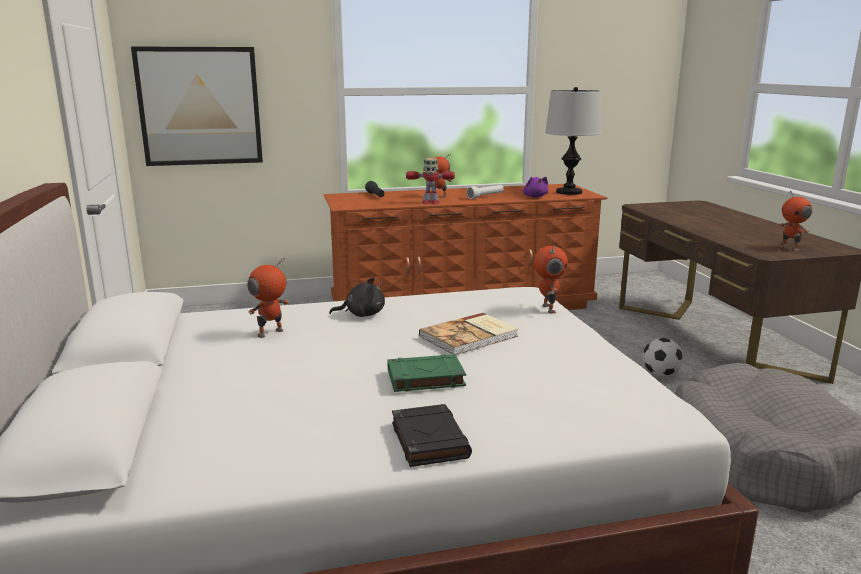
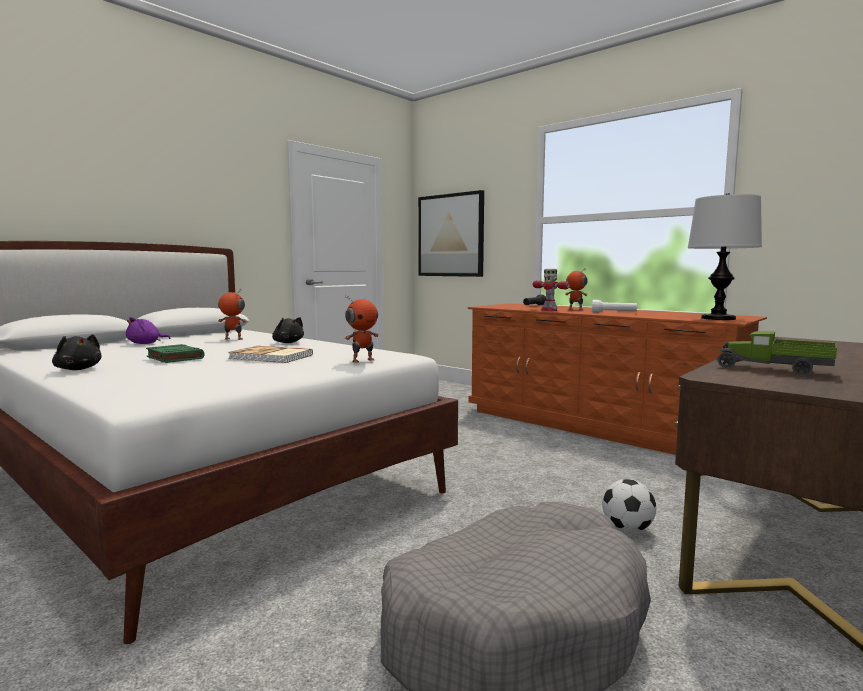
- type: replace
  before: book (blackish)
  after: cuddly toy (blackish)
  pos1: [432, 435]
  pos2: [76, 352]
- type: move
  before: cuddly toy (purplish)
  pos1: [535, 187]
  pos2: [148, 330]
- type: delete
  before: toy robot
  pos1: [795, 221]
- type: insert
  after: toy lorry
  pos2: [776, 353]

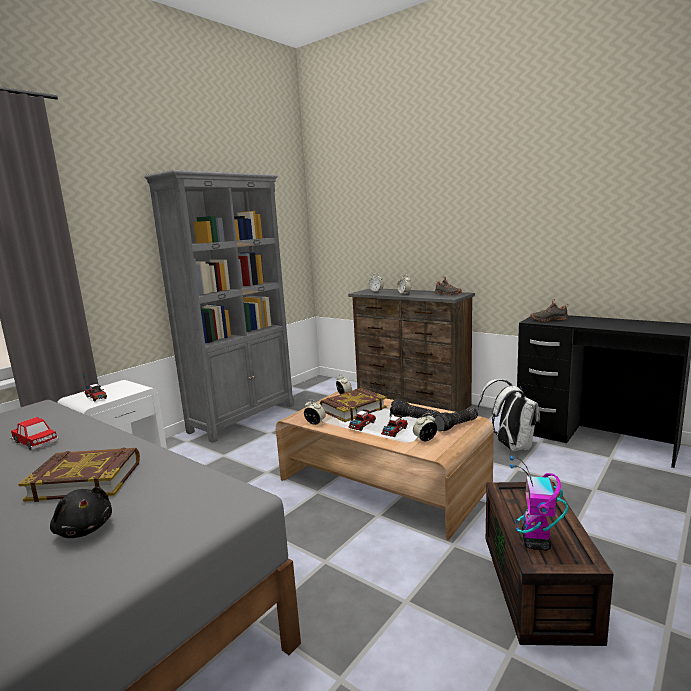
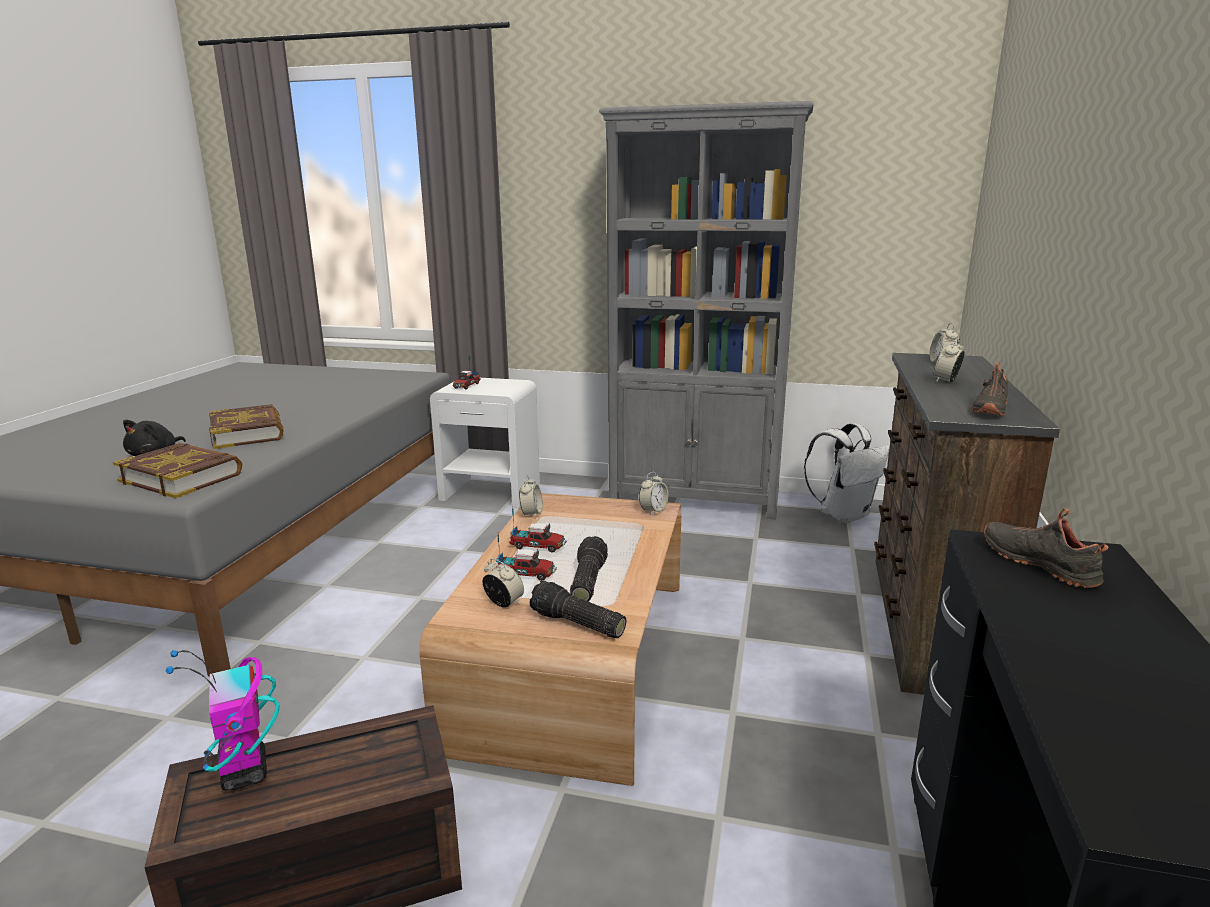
- type: delete
  before: miniature car
  pos1: [35, 433]
- type: move
  before: book
  pos1: [353, 405]
  pos2: [177, 470]
- type: move
  before: knapsack (white-coloured)
  pos1: [509, 415]
  pos2: [847, 473]
- type: rotate
  before: toy robot
  pos1: [539, 503]
  pos2: [222, 720]
  turn: -105

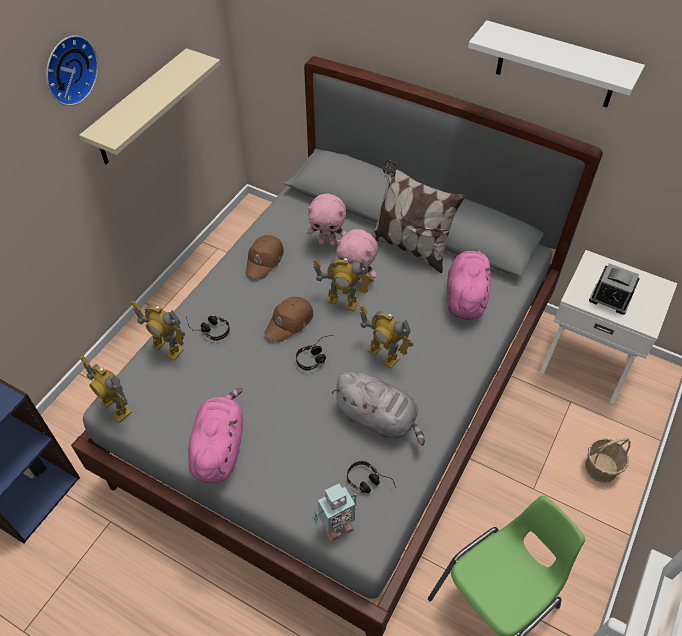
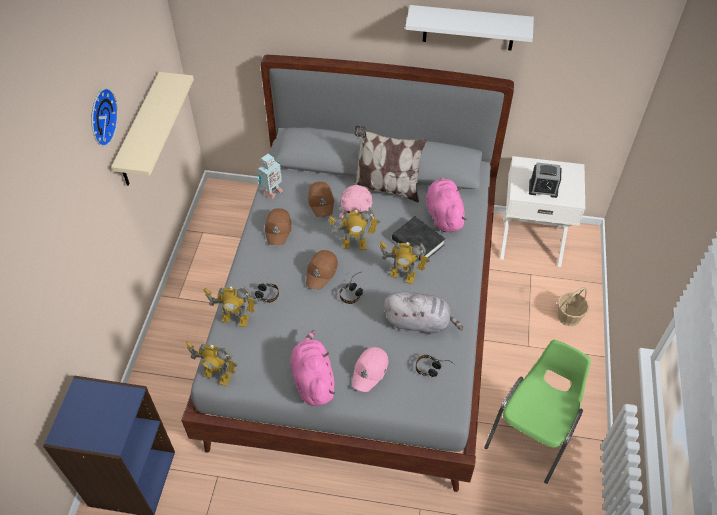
- type: replace
  before: cuddly toy (pink-coloured)
  after: baseball cap (brownish)
  pos1: [327, 219]
  pos2: [321, 199]
- type: move
  before: toy robot
  pos1: [335, 513]
  pos2: [270, 176]
- type: insert
  after: baseball cap (pink-coloured)
  pos2: [370, 369]
- type: insert
  after: book (blackish)
  pos2: [418, 238]

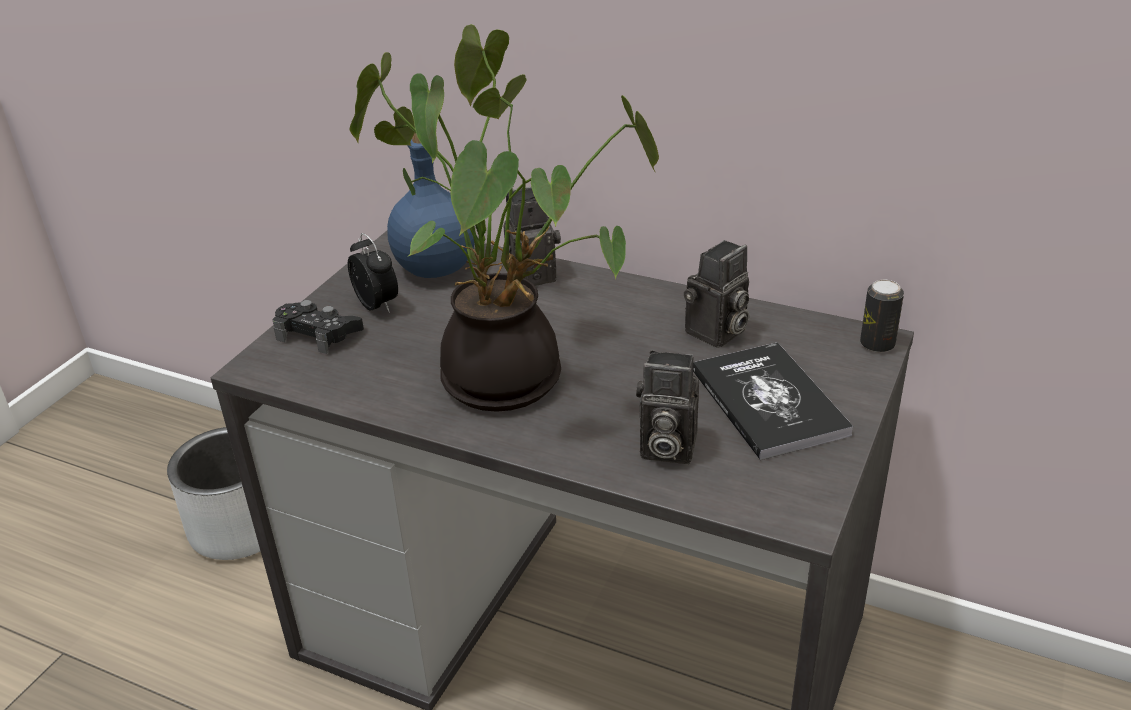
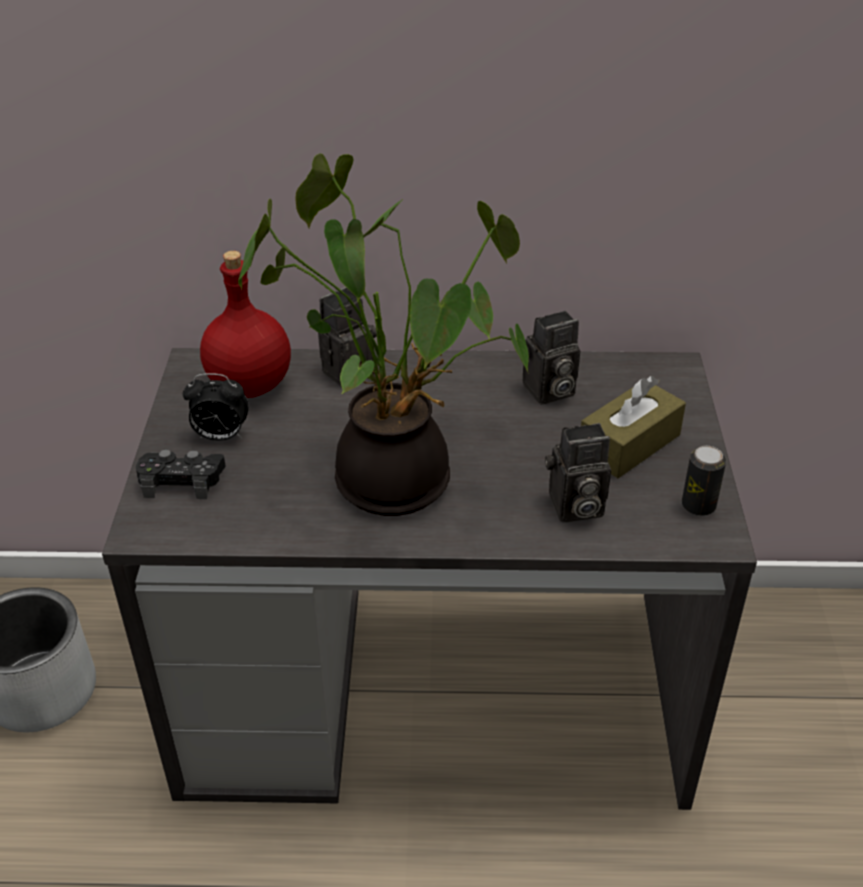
- type: rotate
  before: bedside clock
  pos1: [373, 273]
  pos2: [216, 407]
  turn: 150
- type: recolor
  before: drink bottle (bluish)
  after: drink bottle (red)
  pos1: [431, 205]
  pos2: [245, 324]
- type: rotate
  before: still camera
  pos1: [716, 294]
  pos2: [551, 357]
  turn: 45
- type: replace
  before: book
  after: box of tissues (brownish)
  pos1: [773, 401]
  pos2: [633, 427]
- type: move
  before: sealed can
  pos1: [882, 316]
  pos2: [704, 481]

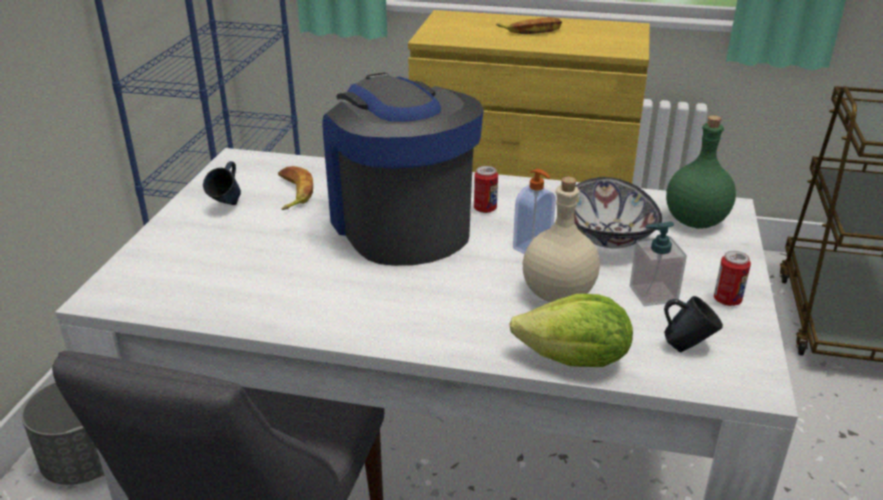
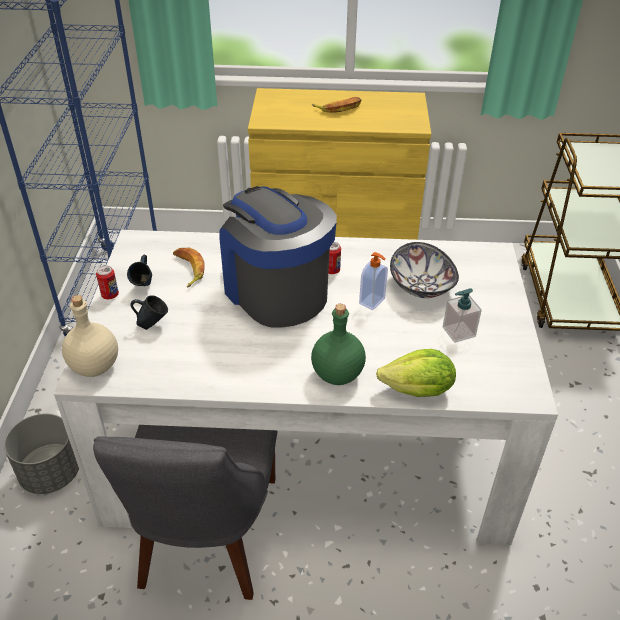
- type: move
  before: drink bottle (beige)
  pos1: [561, 239]
  pos2: [90, 336]
- type: move
  before: mug (bluish)
  pos1: [693, 324]
  pos2: [149, 312]
- type: move
  before: drink bottle (green-coloured)
  pos1: [701, 172]
  pos2: [338, 344]
- type: move
  before: sealed can
  pos1: [732, 278]
  pos2: [107, 282]

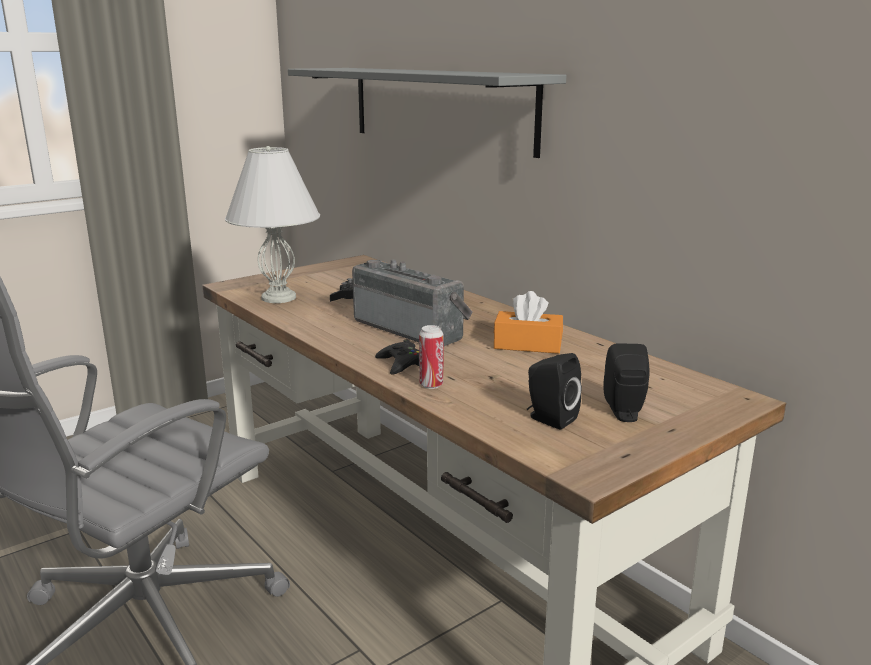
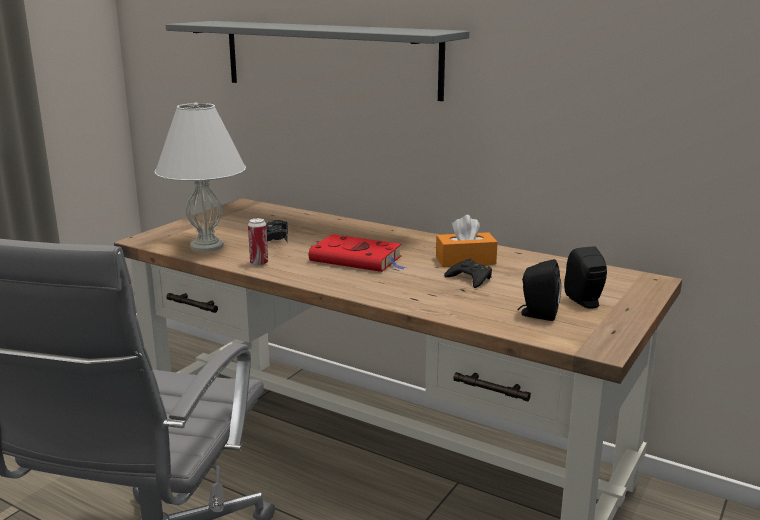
- type: replace
  before: radio set
  after: book (red)
  pos1: [412, 303]
  pos2: [358, 253]
- type: move
  before: game controller (blackish)
  pos1: [397, 357]
  pos2: [468, 273]
- type: move
  before: sealed can
  pos1: [431, 357]
  pos2: [258, 242]

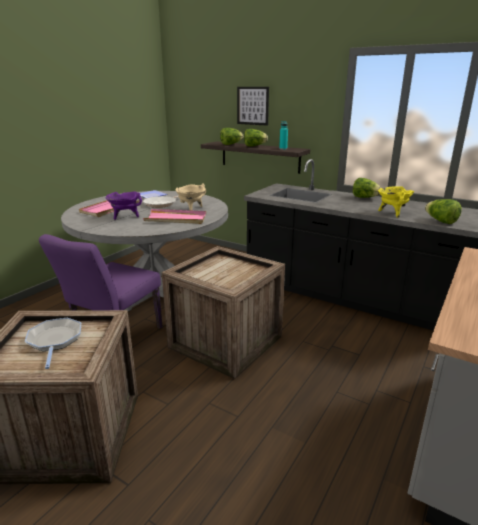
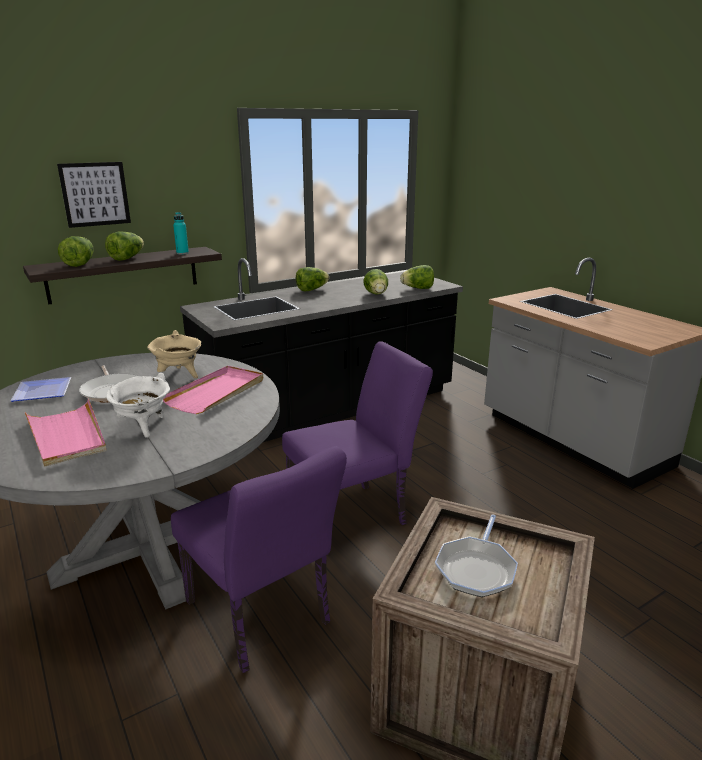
- type: rotate
  before: pan
  pos1: [53, 343]
  pos2: [476, 555]
  turn: -75
- type: recolor
  before: stockpot (purplish)
  after: stockpot (white-coloured)
  pos1: [123, 206]
  pos2: [138, 405]
- type: replace
  before: shipping crate
  after: chair (purplish)
  pos1: [223, 312]
  pos2: [357, 448]
- type: replace
  before: stockpot (yellowish)
  after: lettuce head
  pos1: [396, 202]
  pos2: [375, 282]

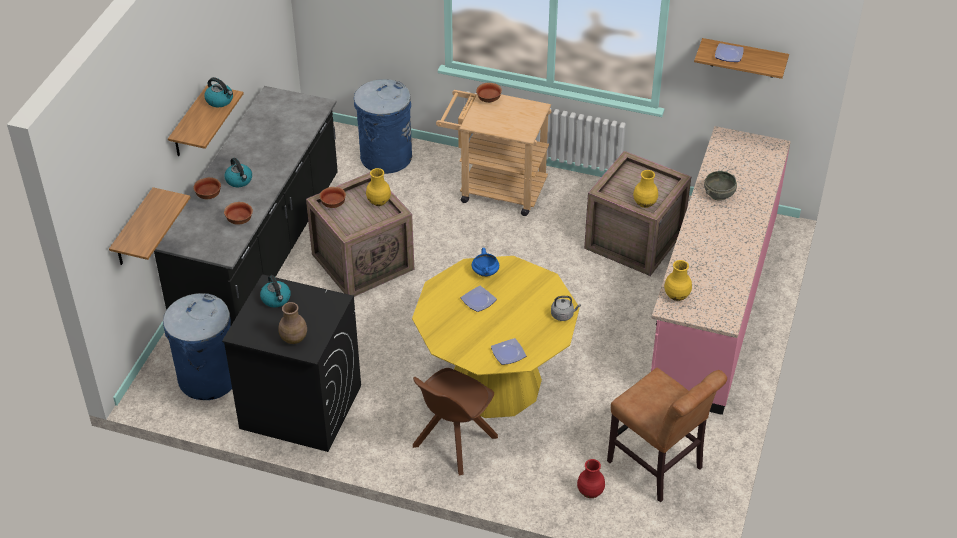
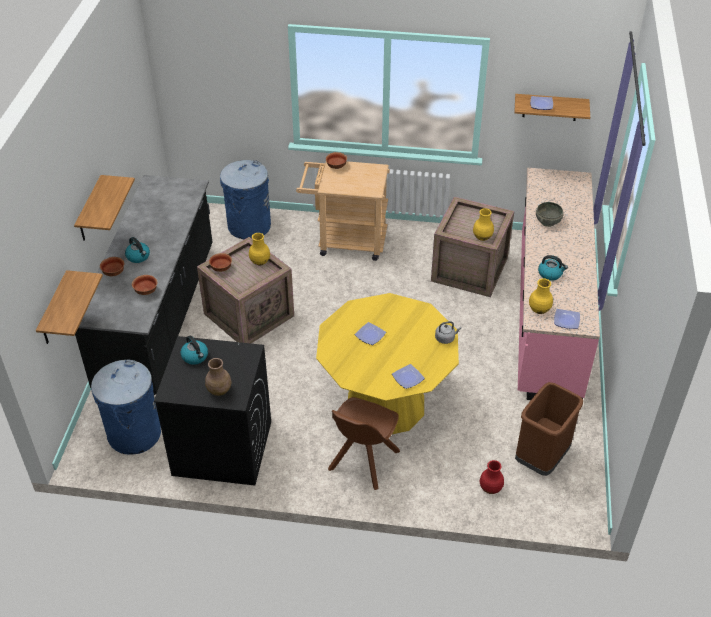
- type: move
  before: water kettle
  pos1: [218, 92]
  pos2: [553, 268]
- type: delete
  before: stockpot (bluish)
  pos1: [485, 262]
- type: replace
  before: chair (brownish)
  after: trash can (brownish)
  pos1: [667, 435]
  pos2: [549, 429]
- type: insert
  after: plate
  pos2: [567, 319]

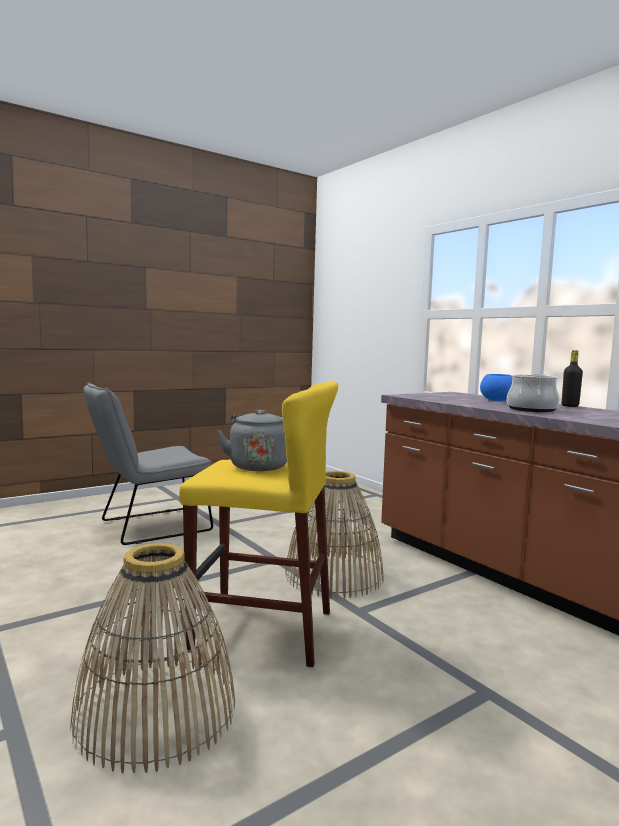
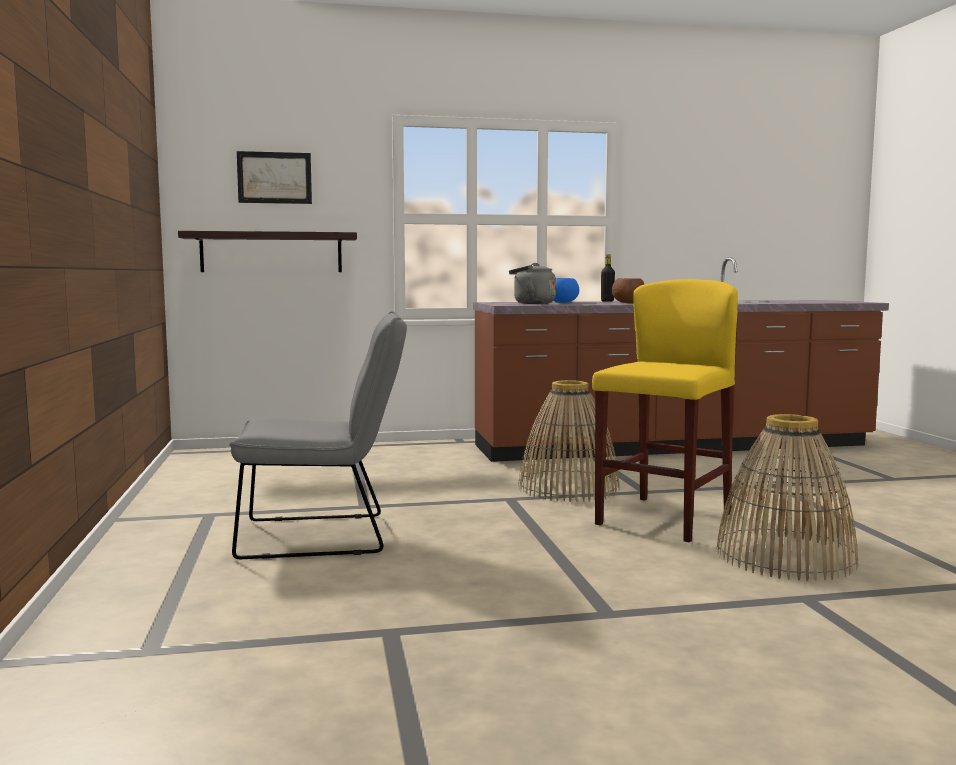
- type: rotate
  before: chair (greyish)
  pos1: [148, 463]
  pos2: [318, 435]
  turn: -90
- type: move
  before: water kettle (greyish)
  pos1: [251, 440]
  pos2: [532, 283]
- type: replace
  before: stockpot
  after: serving bowl (brownish)
  pos1: [533, 393]
  pos2: [628, 290]
- type: insert
  after: shelf
  pos2: [267, 251]
- type: insert
  after: wall art
  pos2: [274, 177]

